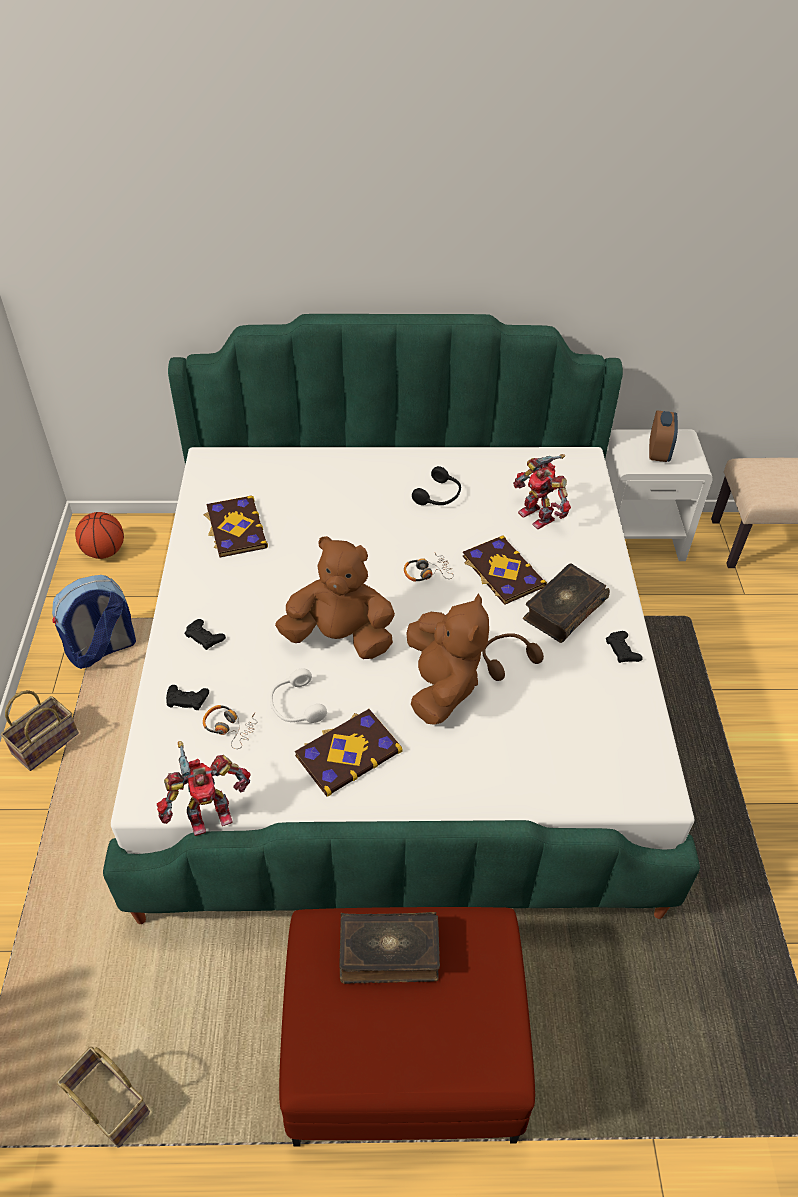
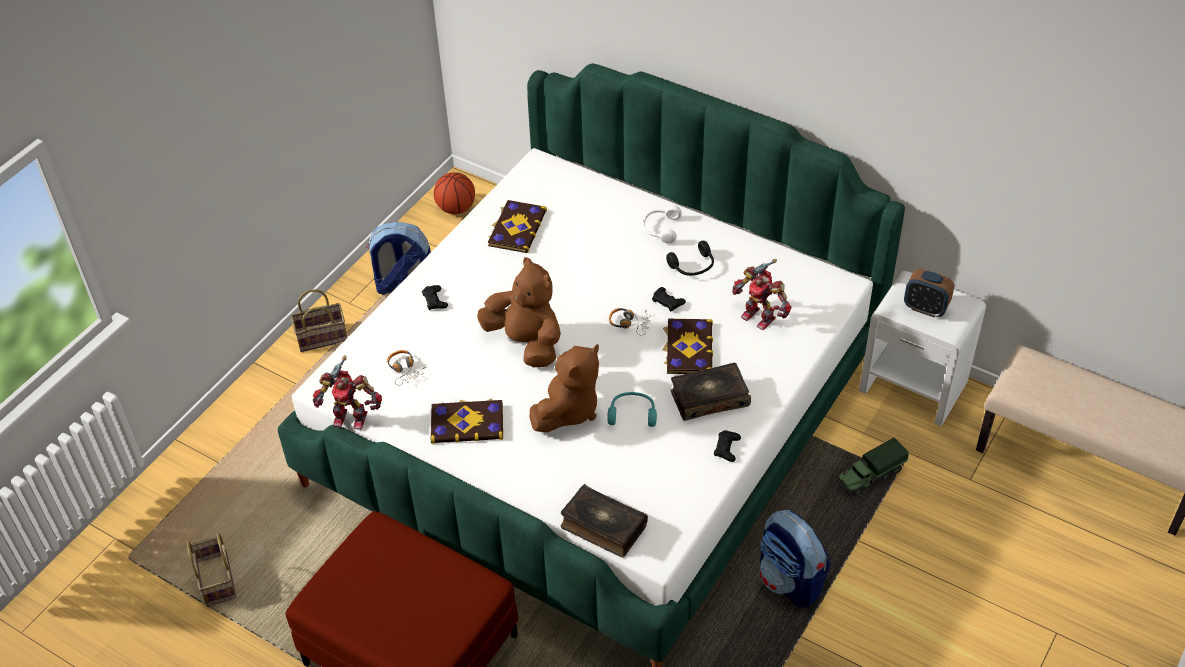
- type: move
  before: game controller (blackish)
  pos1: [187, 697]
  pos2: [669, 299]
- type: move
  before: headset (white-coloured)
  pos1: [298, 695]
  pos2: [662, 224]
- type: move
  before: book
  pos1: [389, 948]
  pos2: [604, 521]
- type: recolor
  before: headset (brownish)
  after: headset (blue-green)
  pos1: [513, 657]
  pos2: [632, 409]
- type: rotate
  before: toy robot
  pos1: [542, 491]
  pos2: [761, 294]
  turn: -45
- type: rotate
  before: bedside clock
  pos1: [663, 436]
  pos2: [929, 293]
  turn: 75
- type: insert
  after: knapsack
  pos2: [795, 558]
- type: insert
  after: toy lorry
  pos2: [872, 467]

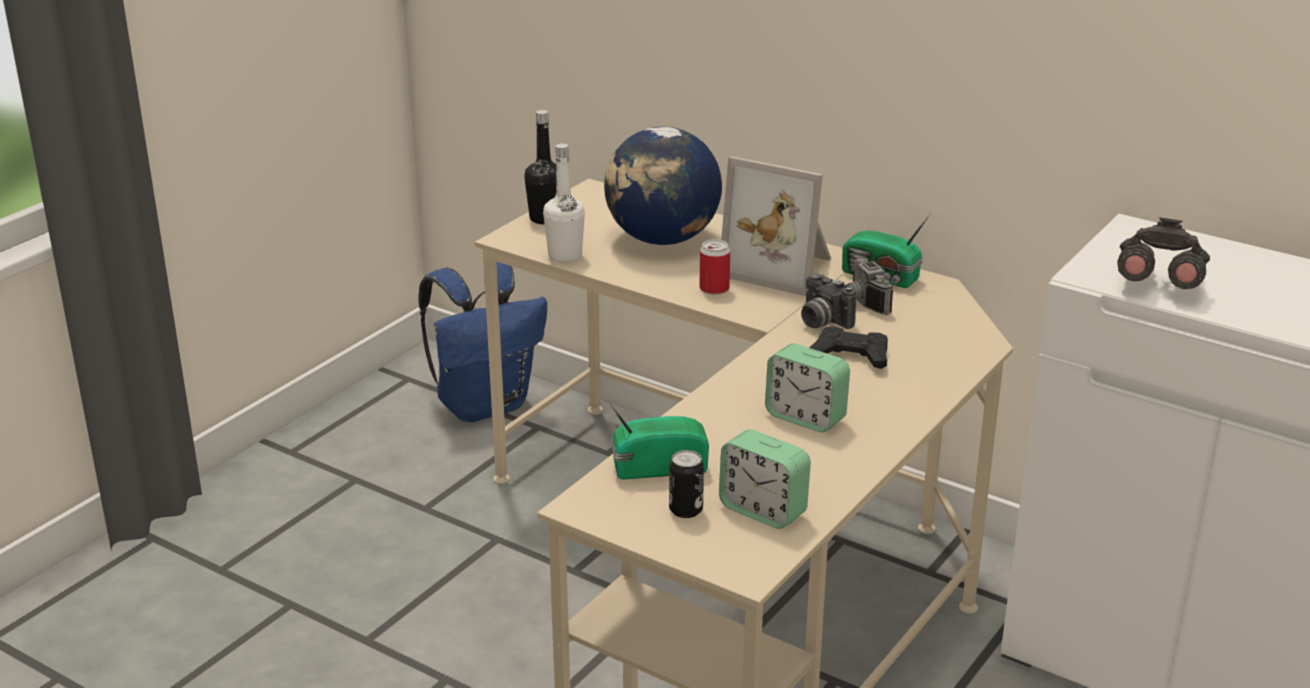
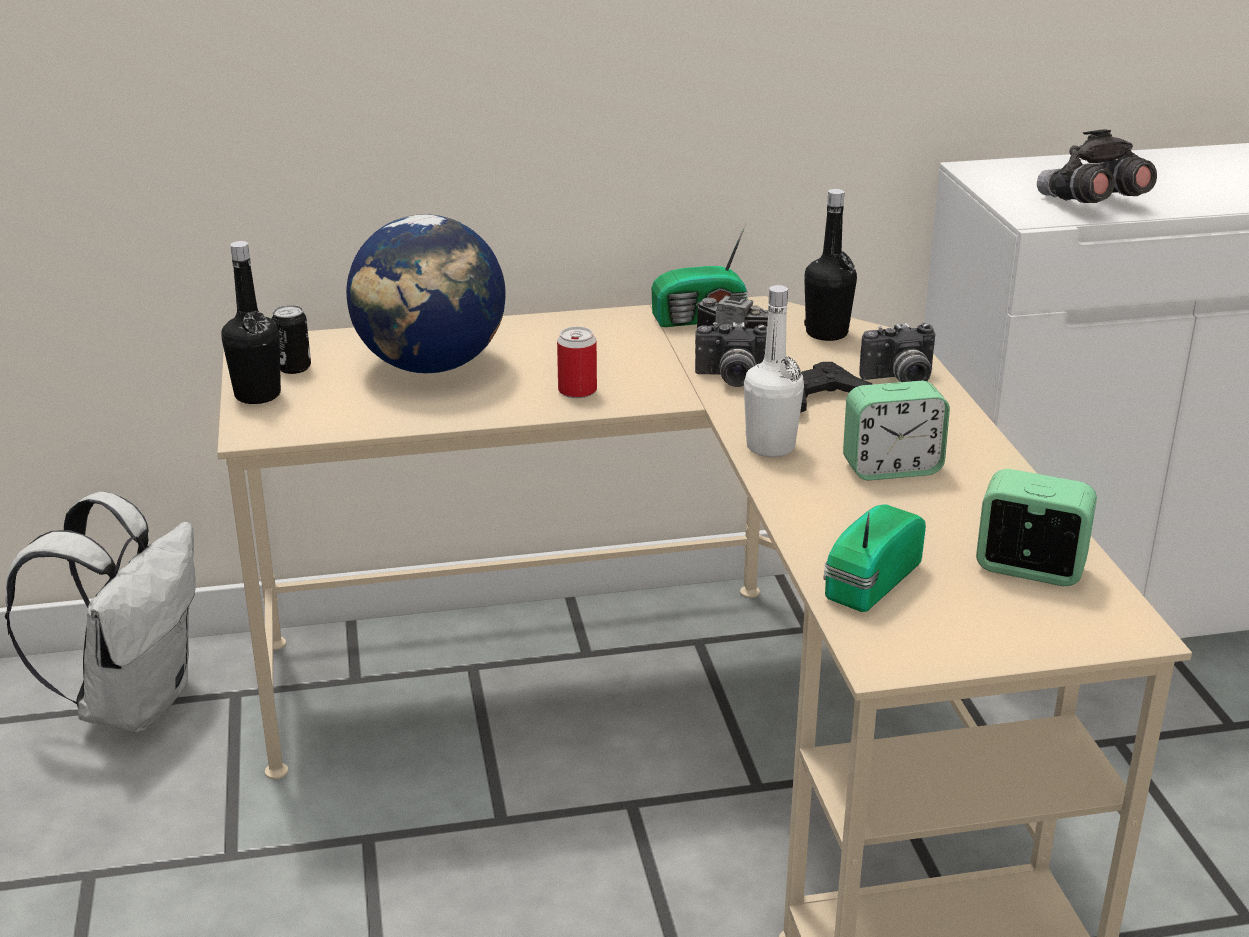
- type: recolor
  before: knapsack (bluish)
  after: knapsack (white-coloured)
  pos1: [483, 342]
  pos2: [100, 612]
- type: move
  before: drink bottle (white-coloured)
  pos1: [564, 203]
  pos2: [774, 371]
- type: move
  before: sealed can
  pos1: [686, 484]
  pos2: [291, 339]
- type: rotate
  before: bedside clock
  pos1: [765, 479]
  pos2: [1036, 527]
  turn: -150
- type: delete
  before: photo frame
  pos1: [776, 226]
- type: insert
  after: drink bottle (blackish)
  pos2: [830, 265]
- type: insert
  after: still camera
  pos2: [897, 352]

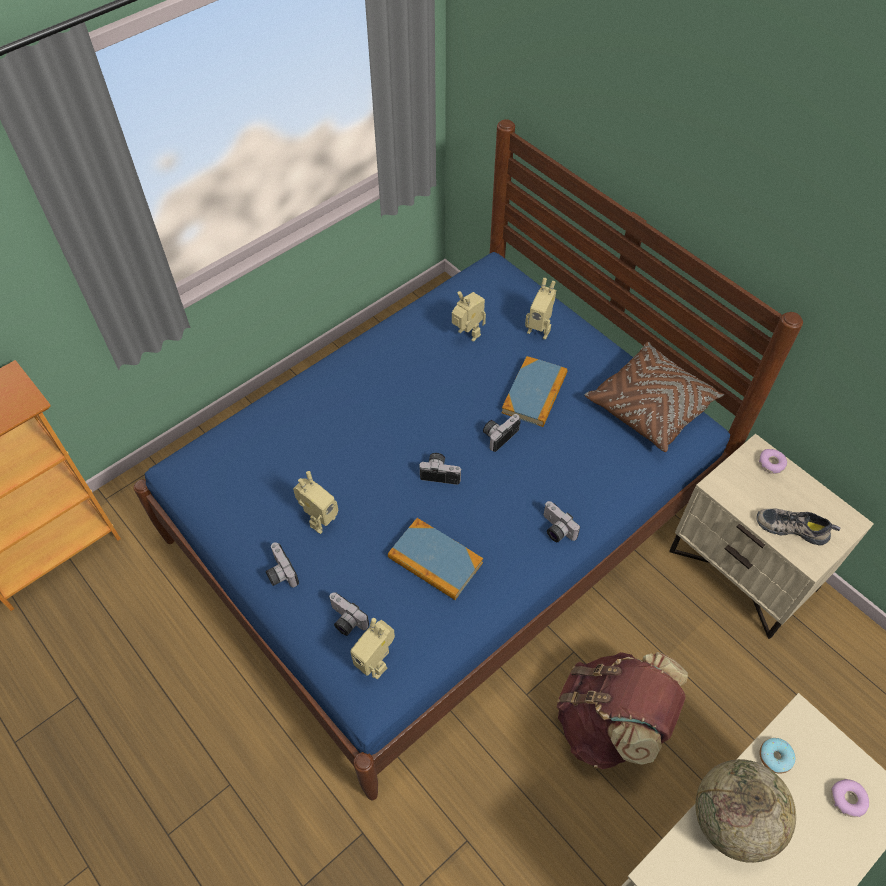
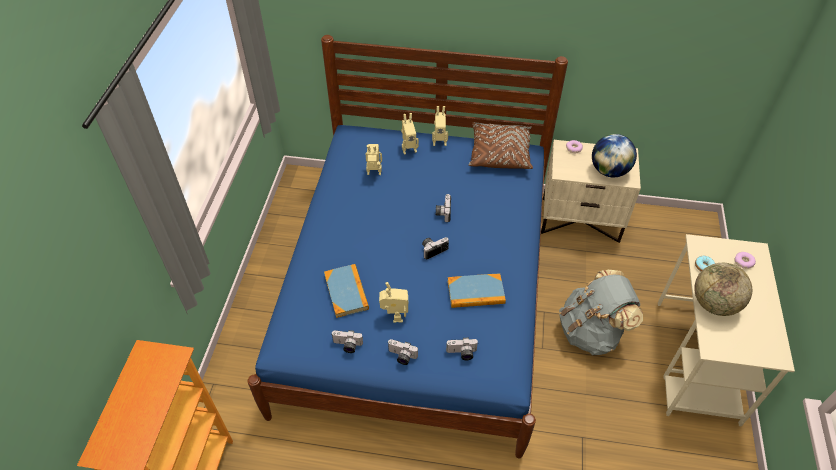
- type: move
  before: toy robot
  pos1: [373, 648]
  pos2: [440, 126]
- type: move
  before: book
  pos1: [534, 391]
  pos2: [346, 291]
- type: move
  before: still camera
  pos1: [562, 521]
  pos2: [347, 341]
- type: recolor
  before: knapsack (brownish)
  after: knapsack (greyish)
  pos1: [622, 710]
  pos2: [601, 312]
- type: replace
  before: low shoe
  after: globe
  pos1: [798, 527]
  pos2: [614, 155]

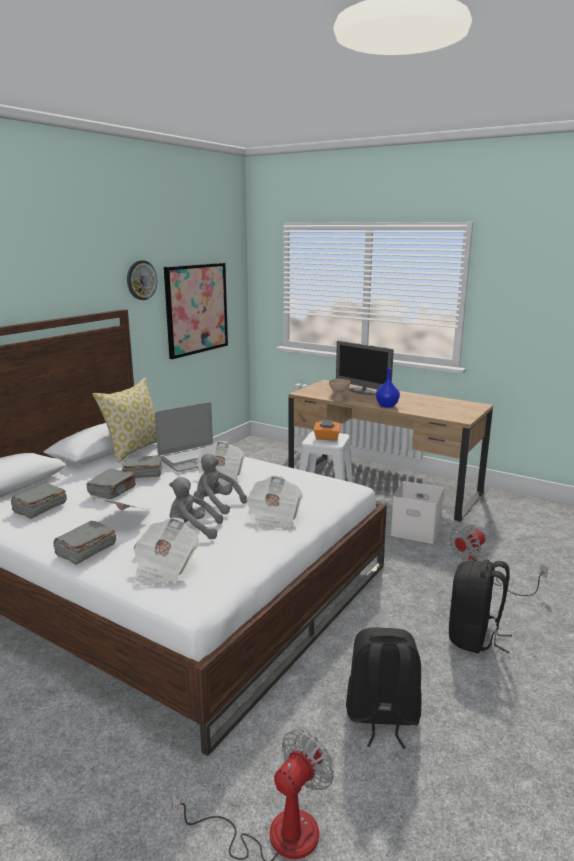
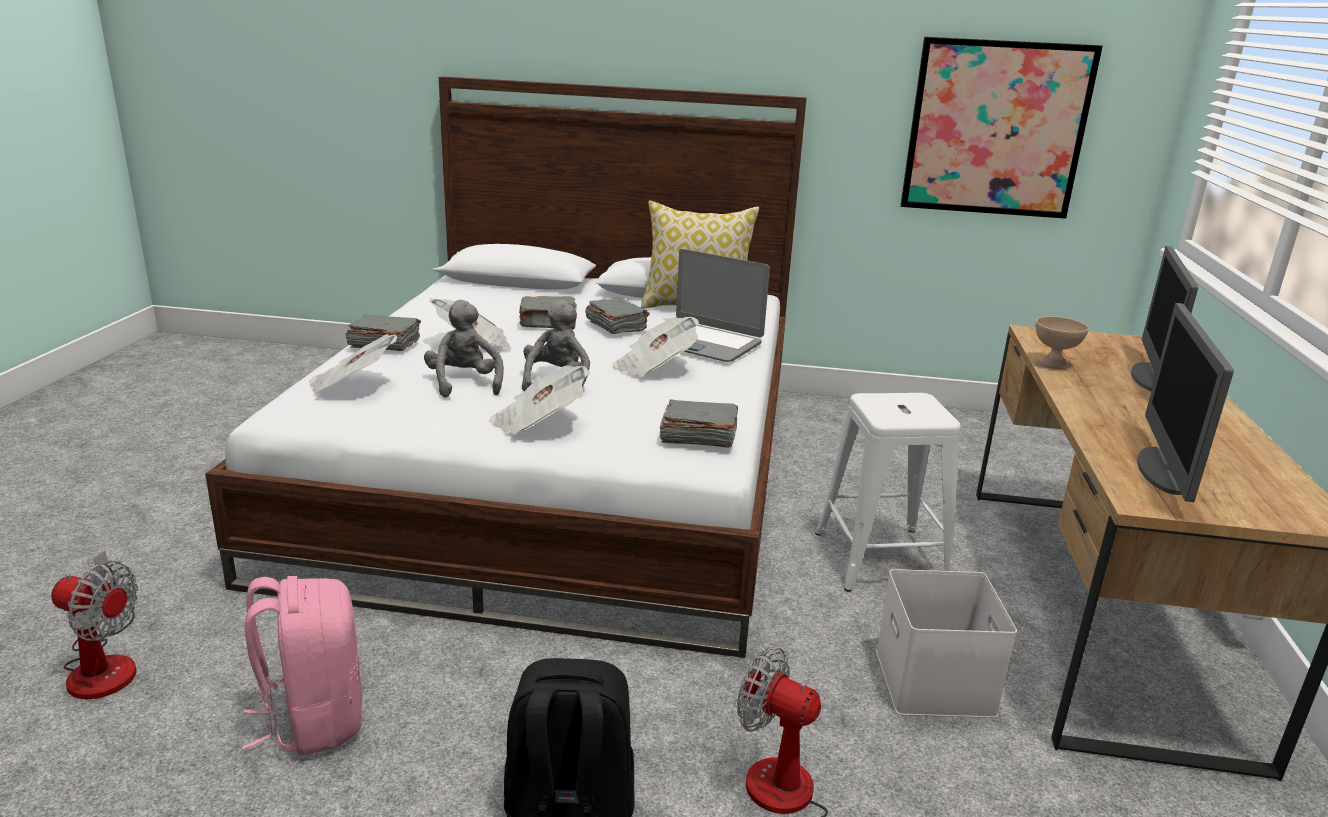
- type: move
  before: book (greyish)
  pos1: [39, 501]
  pos2: [698, 423]
- type: delete
  before: hanging clock
  pos1: [142, 280]
- type: delete
  before: box of tissues (orange-coloured)
  pos1: [327, 429]
- type: recolor
  before: knapsack (blackish)
  after: knapsack (pink-coloured)
  pos1: [384, 688]
  pos2: [302, 666]
- type: delete
  before: flower vase (bluish)
  pos1: [388, 388]
- type: insert
  after: computer display
  pos2: [1185, 402]

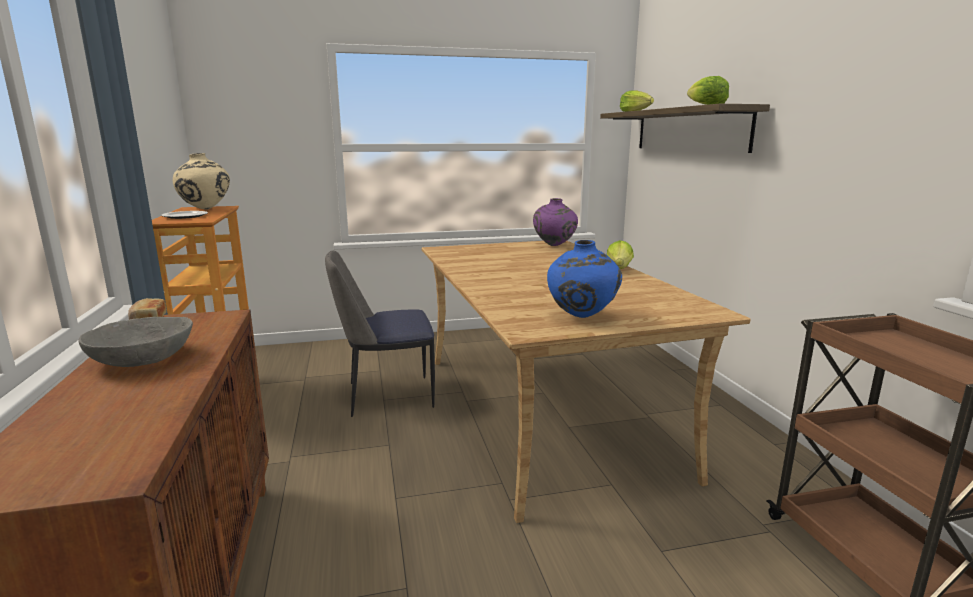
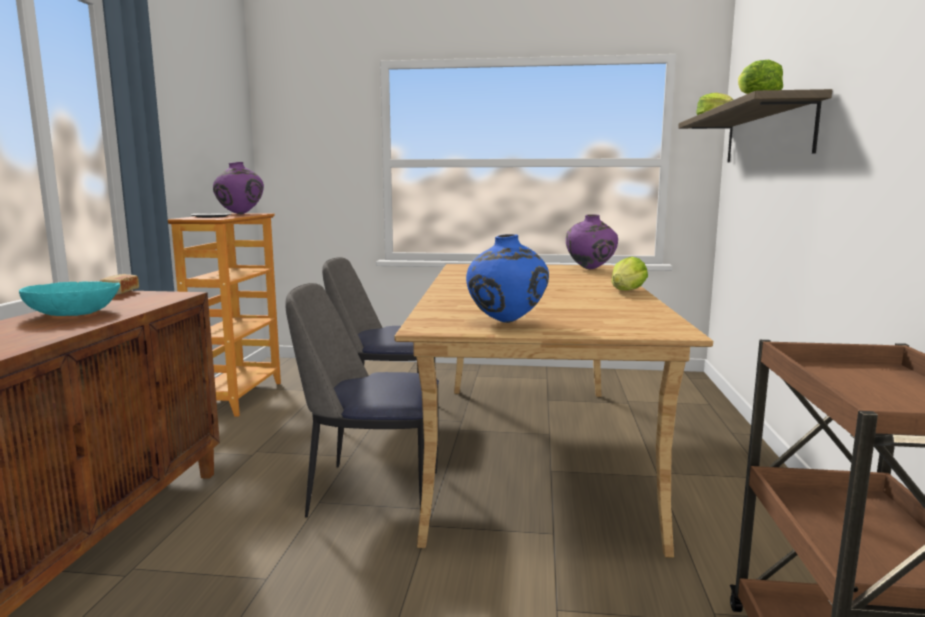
- type: recolor
  before: serving bowl (greyish)
  after: serving bowl (blue-green)
  pos1: [135, 342]
  pos2: [69, 298]
- type: recolor
  before: flower vase (beige)
  after: flower vase (purplish)
  pos1: [201, 181]
  pos2: [238, 188]
- type: insert
  after: chair
  pos2: [362, 400]

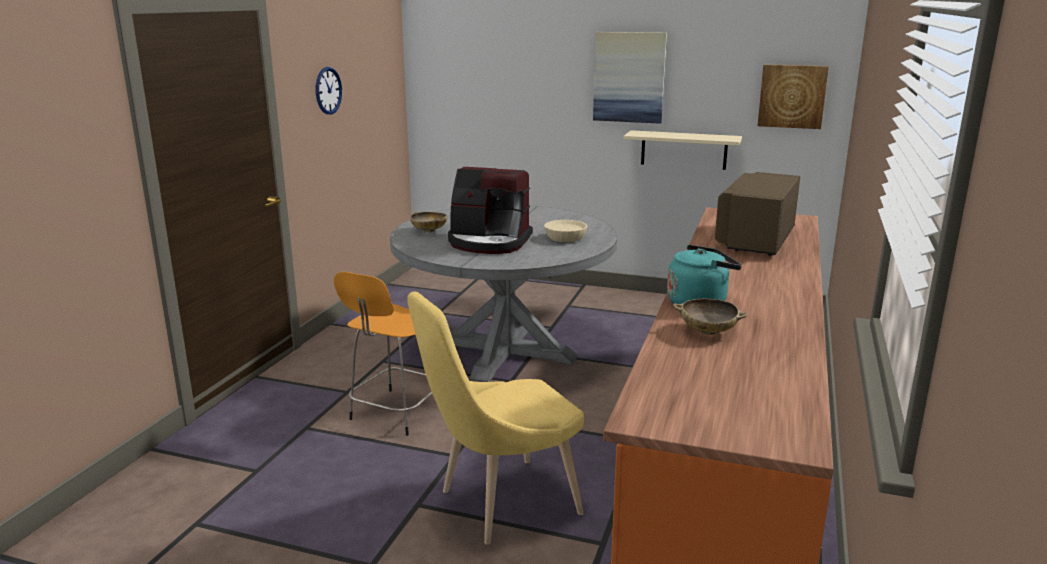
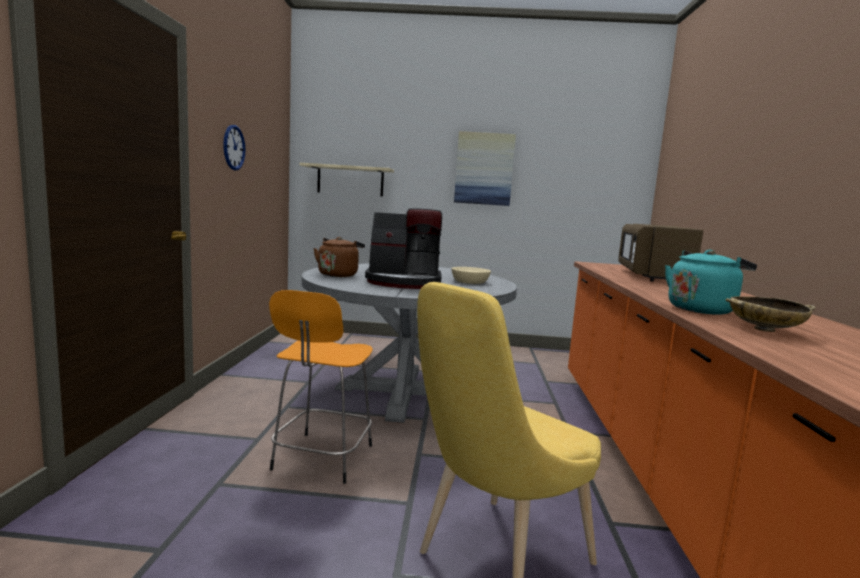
- type: replace
  before: serving bowl (beige)
  after: water kettle (brownish)
  pos1: [428, 222]
  pos2: [339, 257]
- type: move
  before: shelf (beige)
  pos1: [682, 150]
  pos2: [346, 180]
- type: delete
  before: wall art
  pos1: [793, 97]

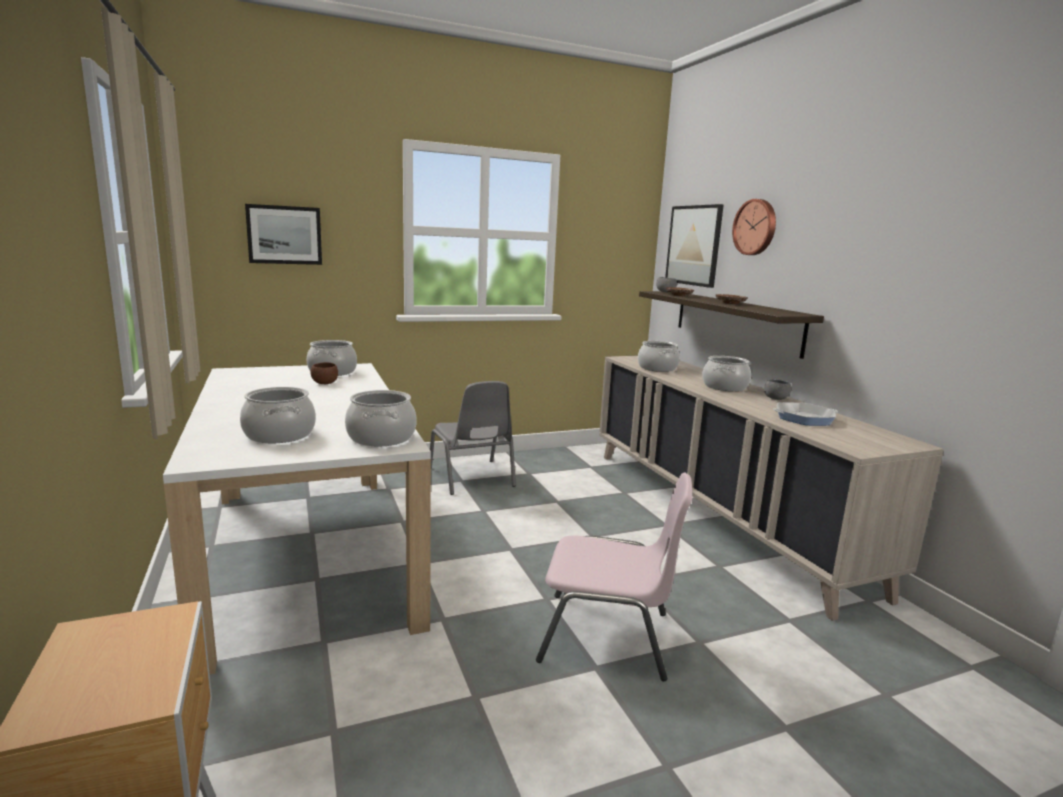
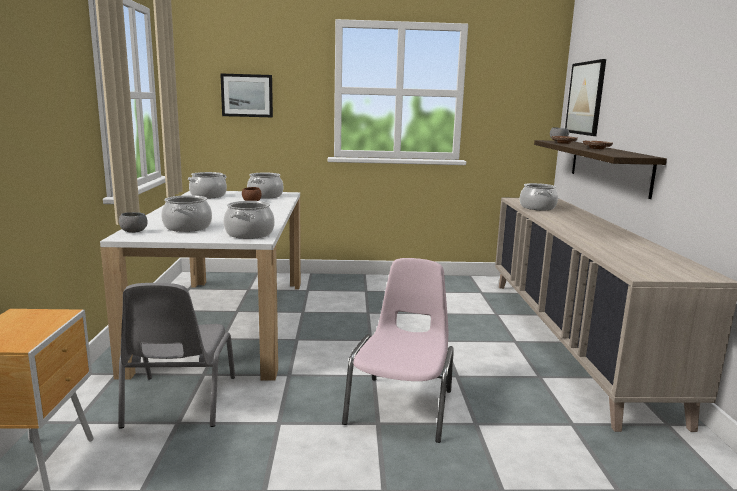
- type: move
  before: chair (greyish)
  pos1: [473, 438]
  pos2: [176, 355]
- type: rotate
  before: chair (pink-coloured)
  pos1: [614, 576]
  pos2: [398, 350]
  turn: -105
- type: move
  before: stockpot
  pos1: [726, 373]
  pos2: [207, 185]
- type: delete
  before: hanging clock
  pos1: [754, 227]
- type: move
  before: serving bowl (greyish)
  pos1: [777, 389]
  pos2: [133, 222]
- type: delete
  before: pan
  pos1: [805, 414]

